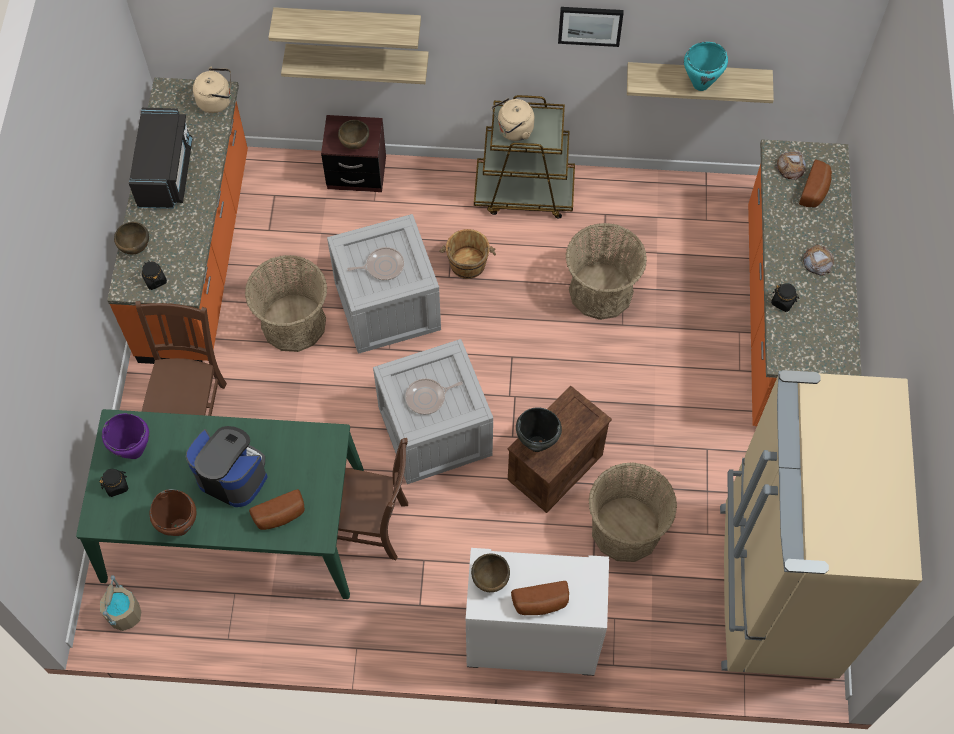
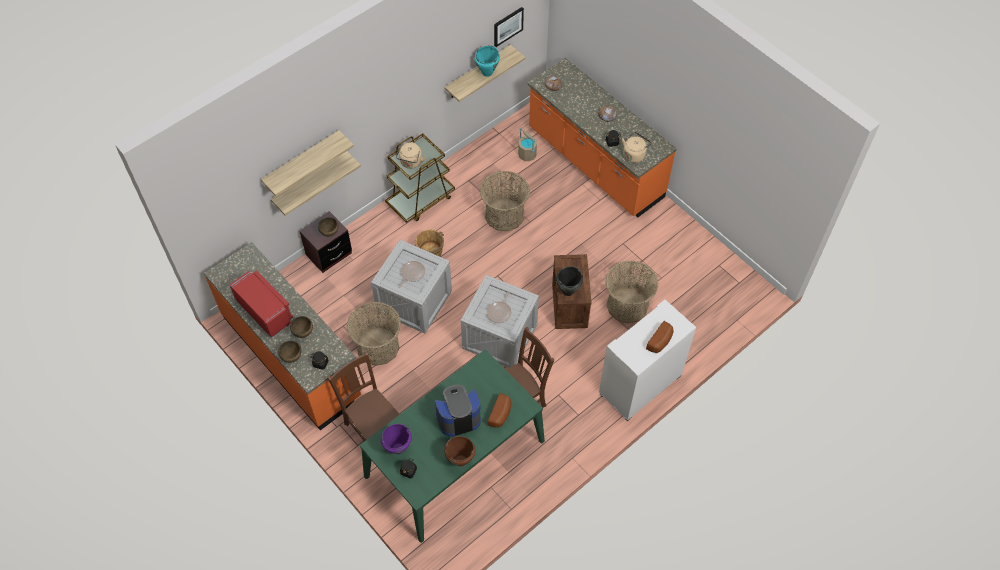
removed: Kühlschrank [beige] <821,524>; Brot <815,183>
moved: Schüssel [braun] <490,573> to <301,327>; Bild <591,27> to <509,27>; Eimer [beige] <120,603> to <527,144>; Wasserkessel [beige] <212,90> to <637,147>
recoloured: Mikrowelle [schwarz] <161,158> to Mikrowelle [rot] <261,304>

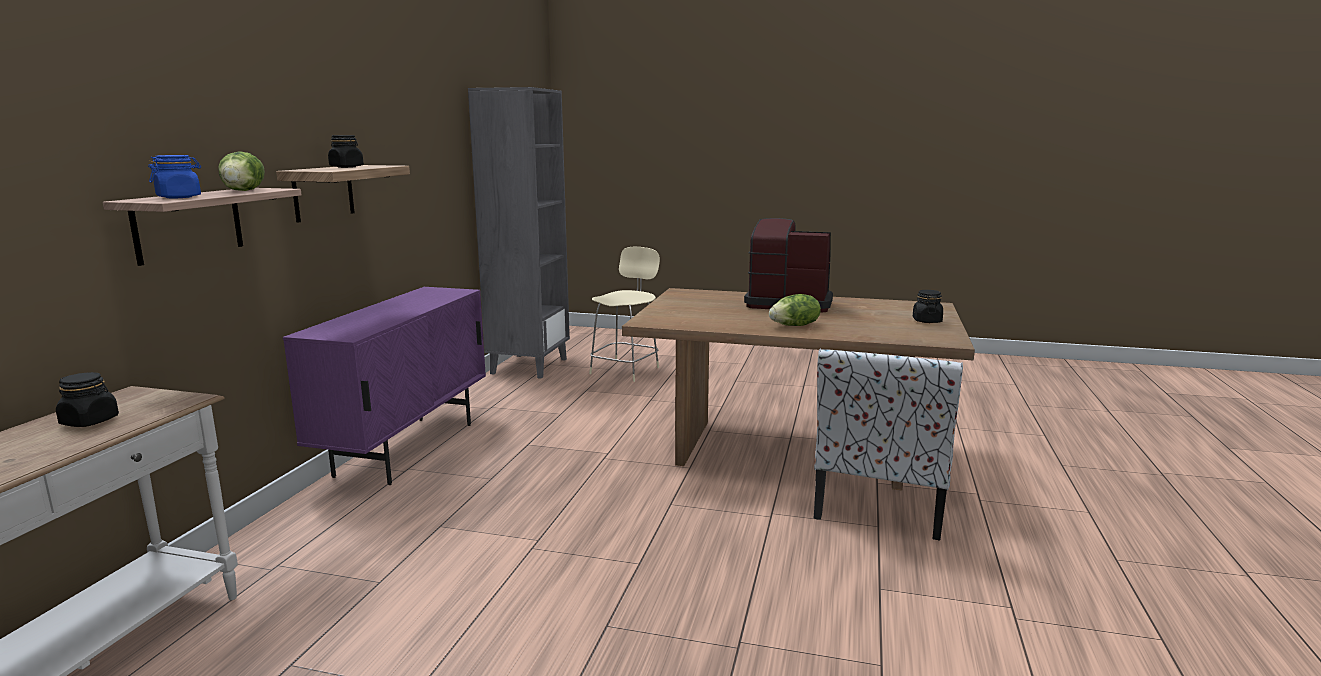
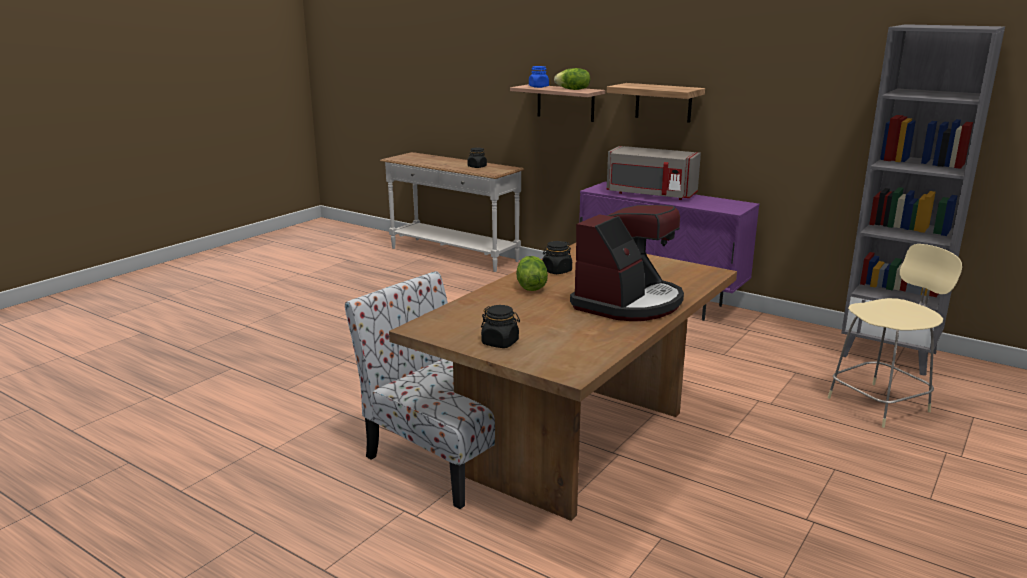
added: Mikrowelle [grau] <654,173>
moved: Vorratsglas [schwarz] <346,151> to <557,257>
turned: Stuhl [beige] <624,314> = <895,336> 75 degrees counterclockwise

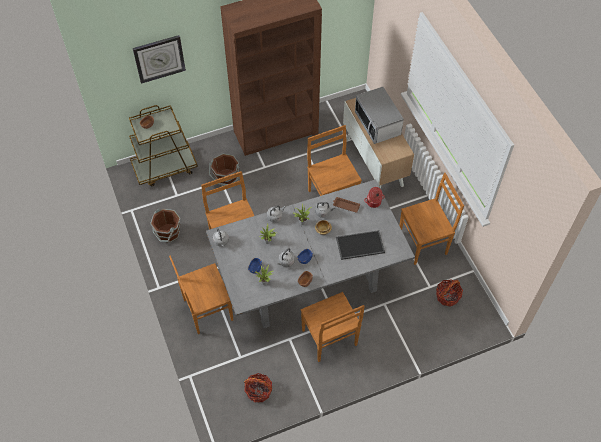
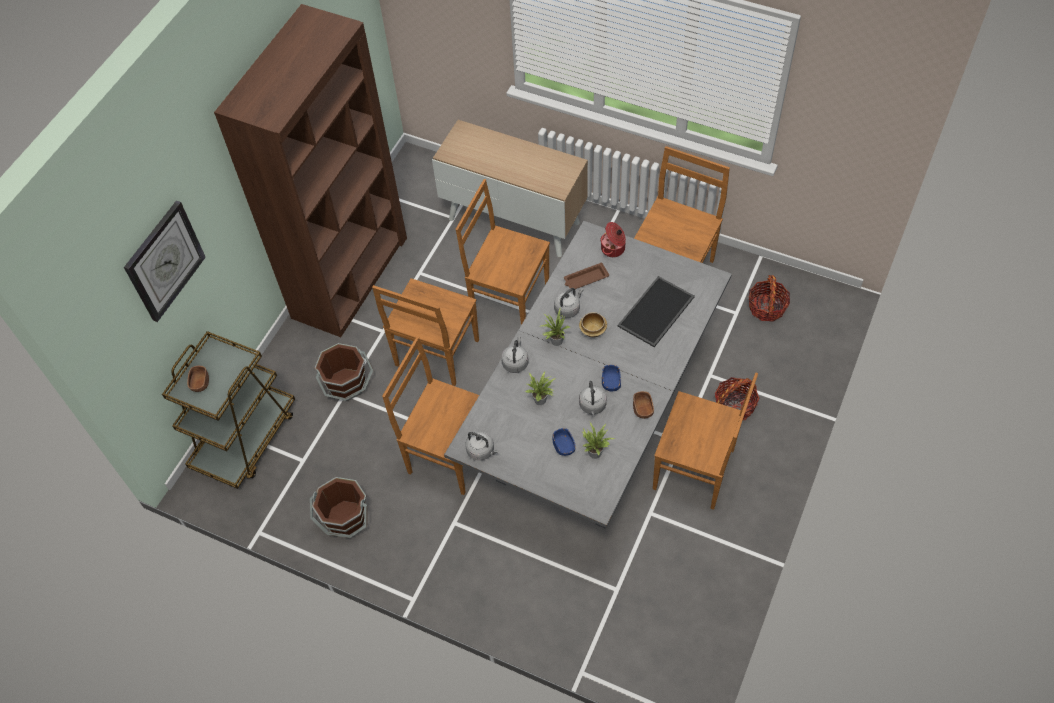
removed: Mikrowelle <379,115>
moved: Stuhl [braun] <201,295> to <425,332>; Korb <258,387> to <737,398>

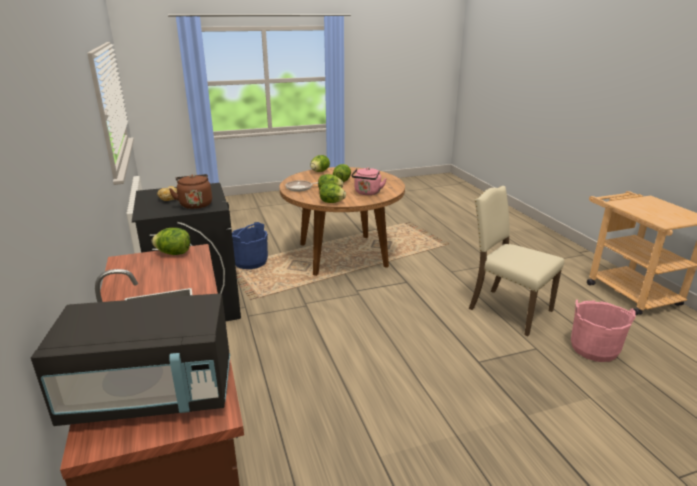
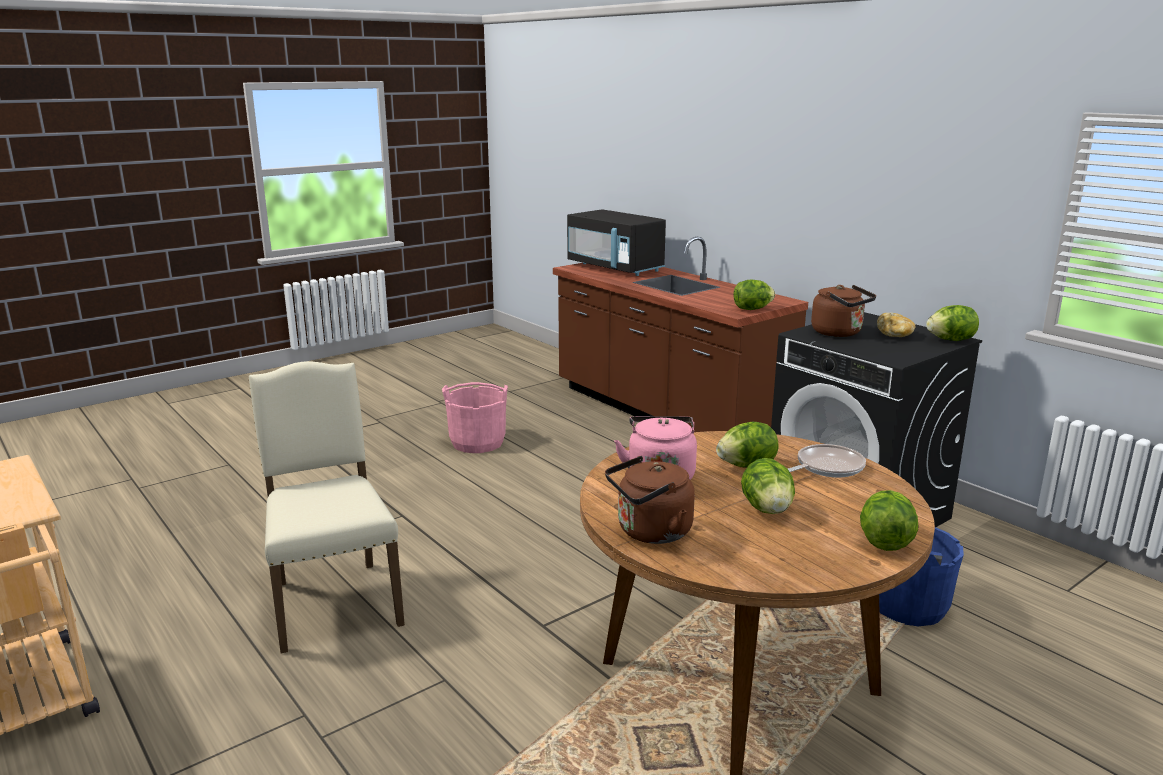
added: Wasserkessel [braun] <650,500>
moved: Eimer [rosa] <603,331> to <475,417>; Salatkopf <333,193> to <952,323>
turned: Stuhl [beige] <516,261> = <327,507> 135 degrees counterclockwise; Mikrowelle [schwarz] <130,359> = <616,242> 105 degrees counterclockwise

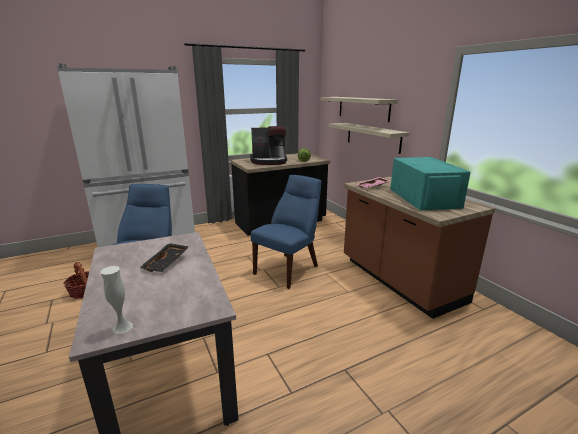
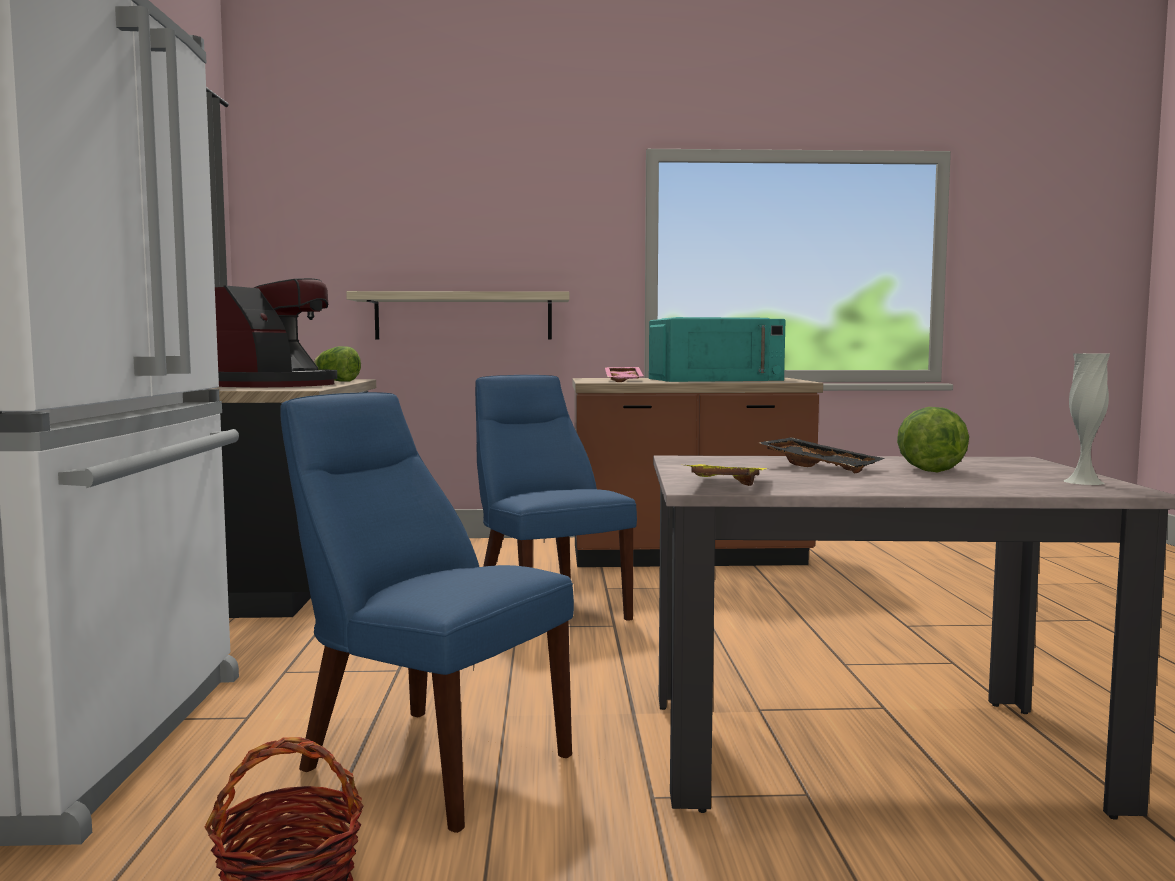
removed: Wandregal <359,109>
added: Tablett [gelb] <726,475>; Salatkopf <933,439>
turned: Mikrowelle [türkis] <430,183> = <717,349> 150 degrees clockwise

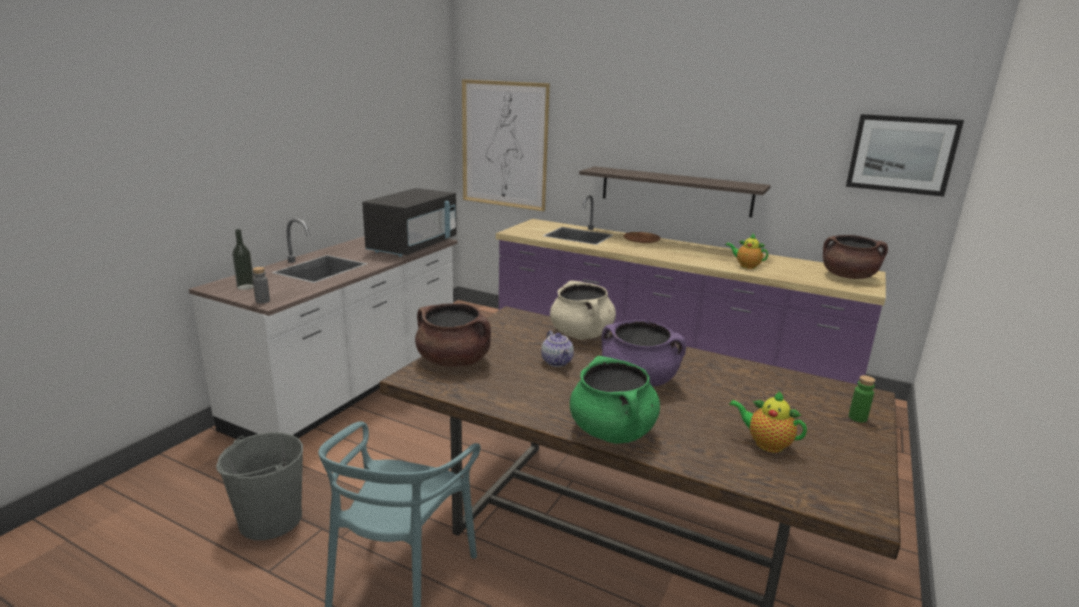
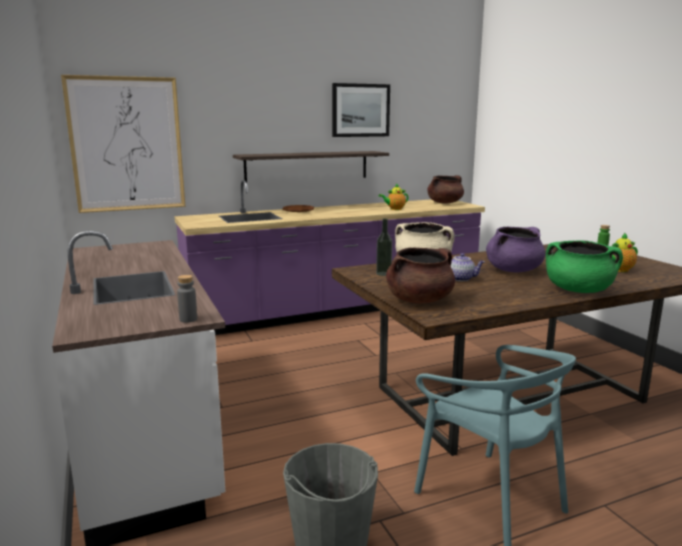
removed: Mikrowelle [schwarz] <409,222>
moved: Bild <905,155> to <361,110>; Flasche <243,259> to <384,247>

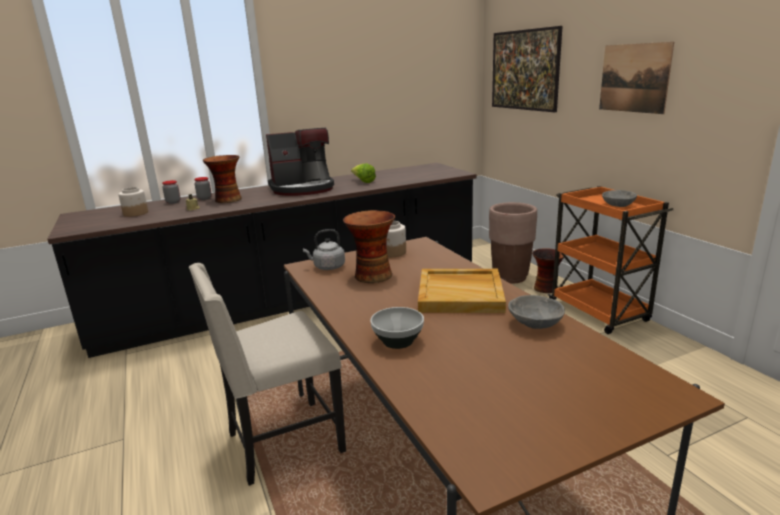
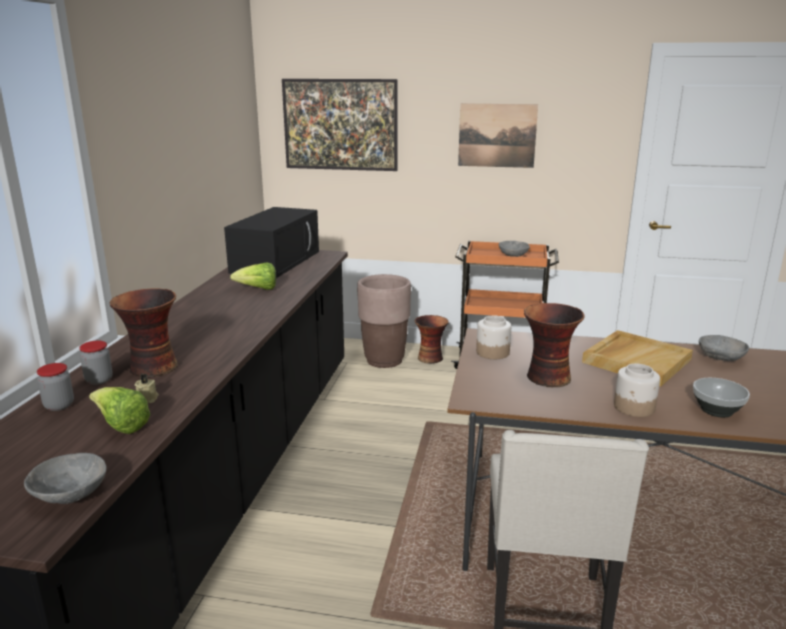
removed: Kaffeemaschine <300,162>; Wasserkessel [grau] <324,249>
added: Schüssel [grau] <65,478>; Salatkopf <119,410>; Mikrowelle [schwarz] <271,242>
moved: Vorratsglas <133,202> to <637,390>

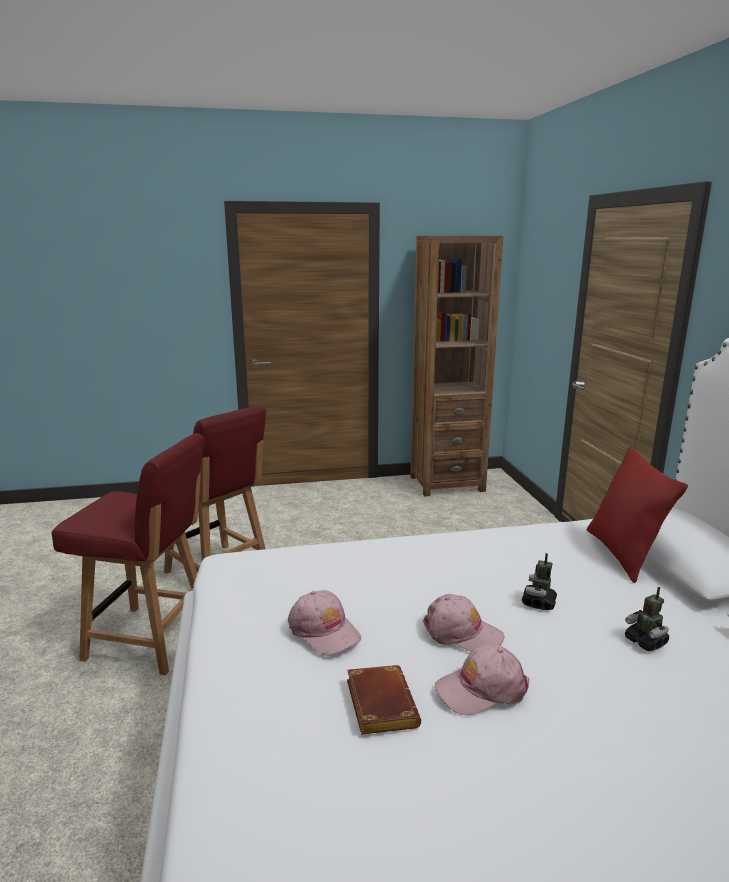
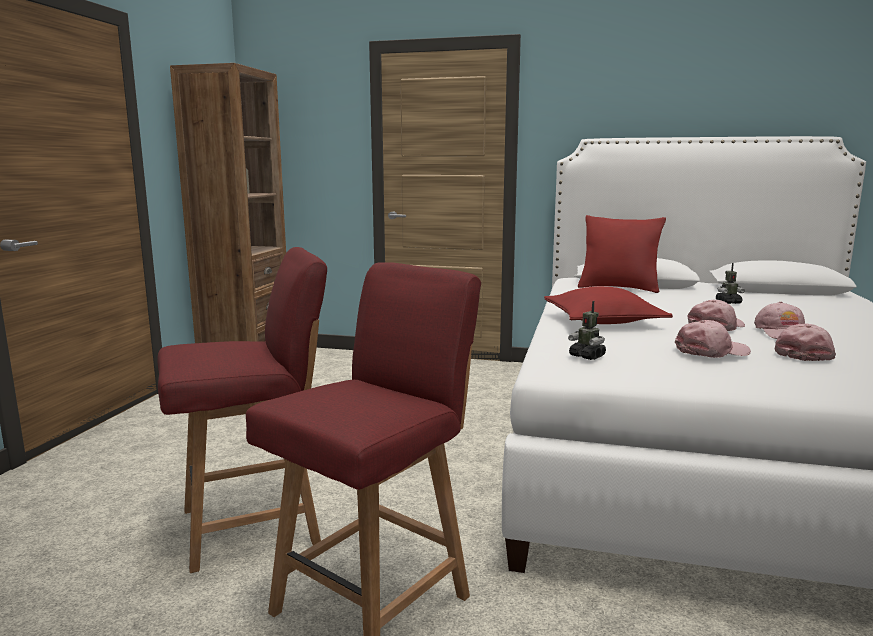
added: Kissen [rot] <608,305>
moved: Spielzeugroboter <539,581> to <587,330>
replaced: Buch [braun] <384,700> to Kappe [rosa] <805,342>

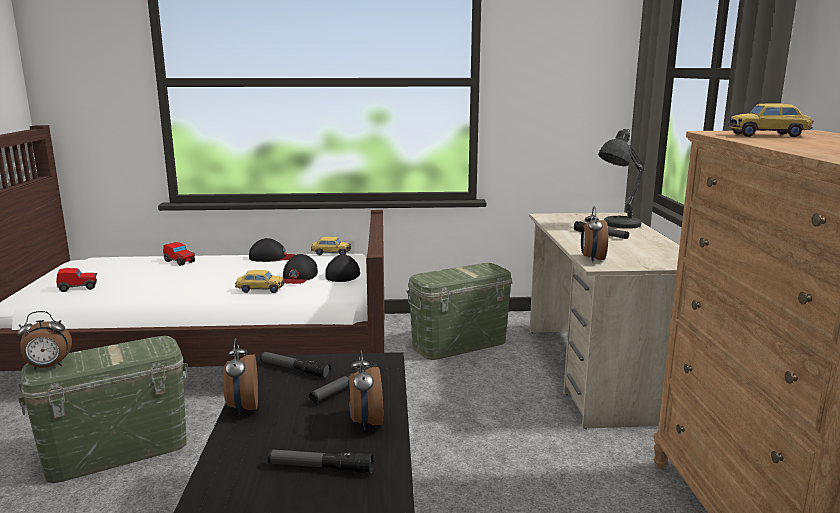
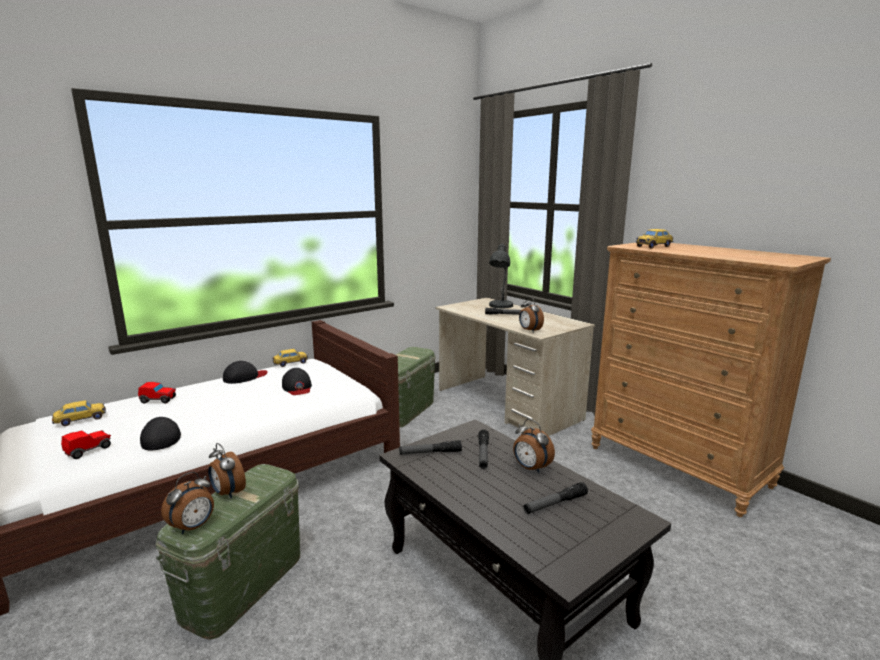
moved: Spielzeugauto <259,281> to <79,413>; Kappe [schwarz] <342,268> to <160,433>; Wecker <240,376> to <227,470>

